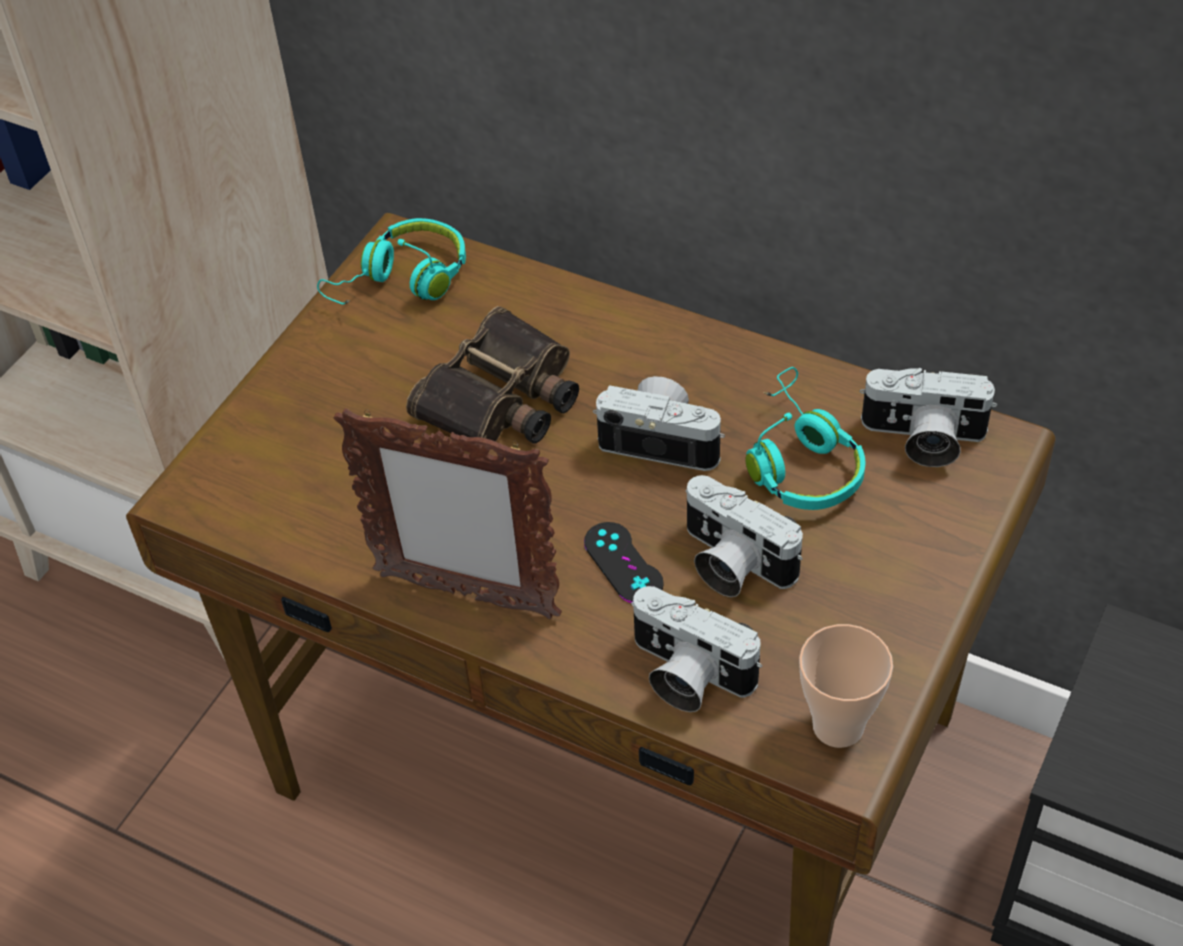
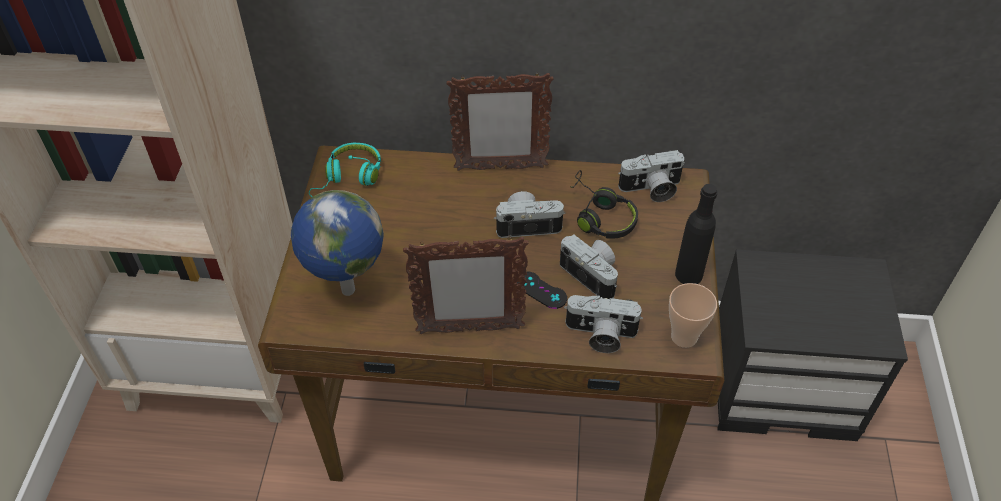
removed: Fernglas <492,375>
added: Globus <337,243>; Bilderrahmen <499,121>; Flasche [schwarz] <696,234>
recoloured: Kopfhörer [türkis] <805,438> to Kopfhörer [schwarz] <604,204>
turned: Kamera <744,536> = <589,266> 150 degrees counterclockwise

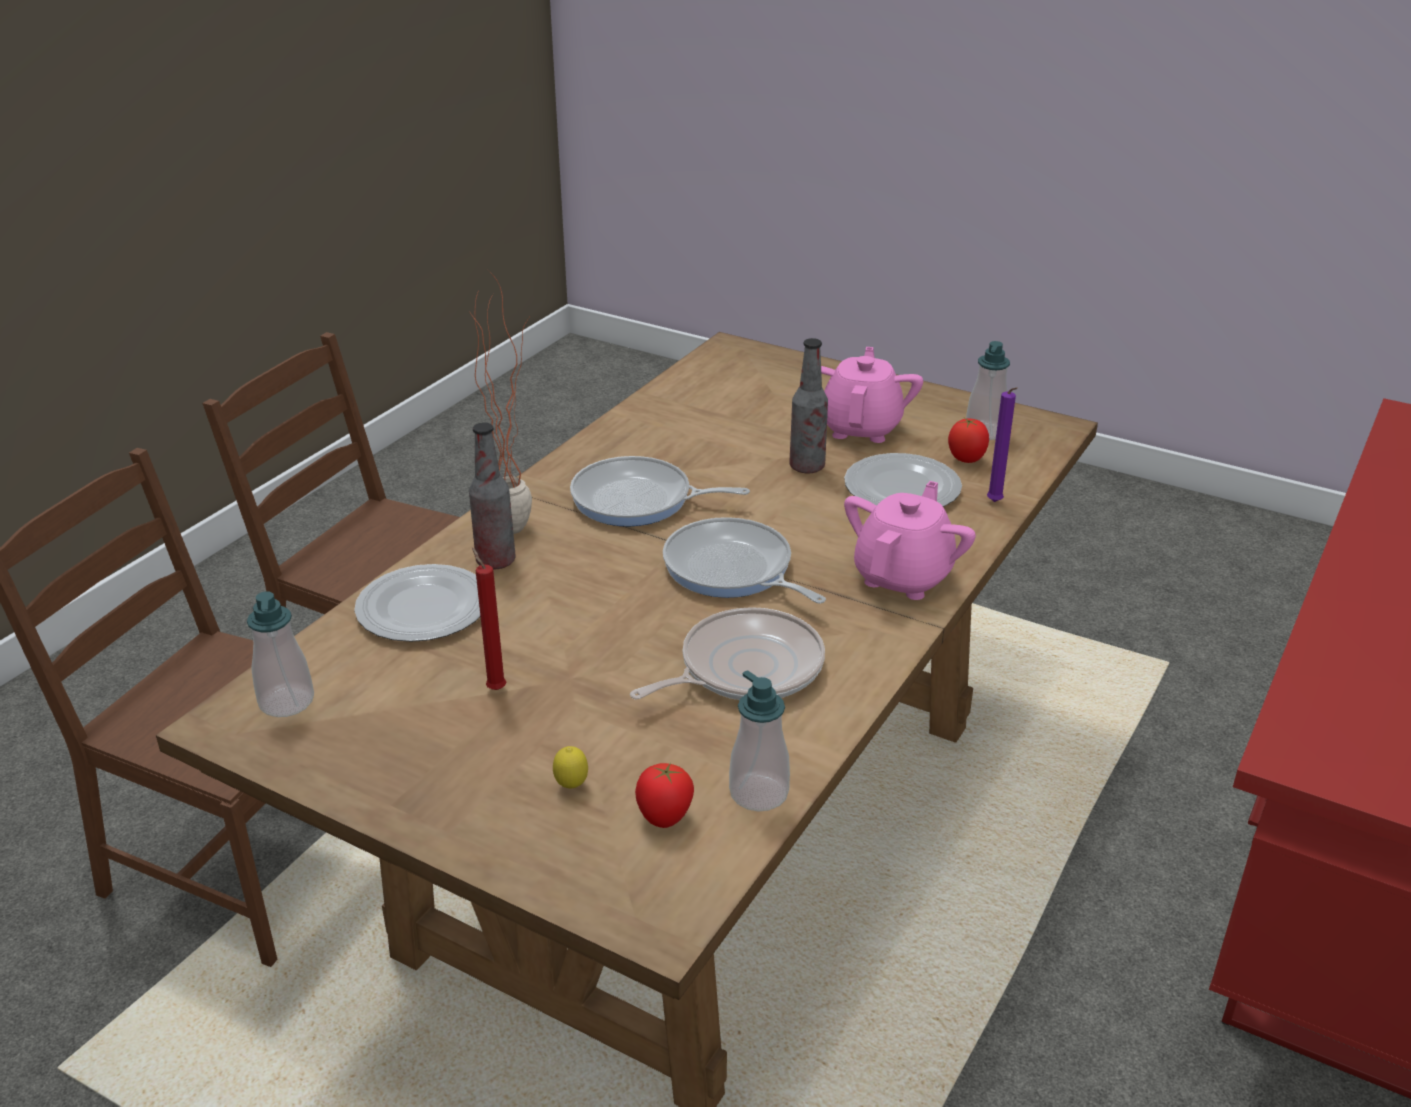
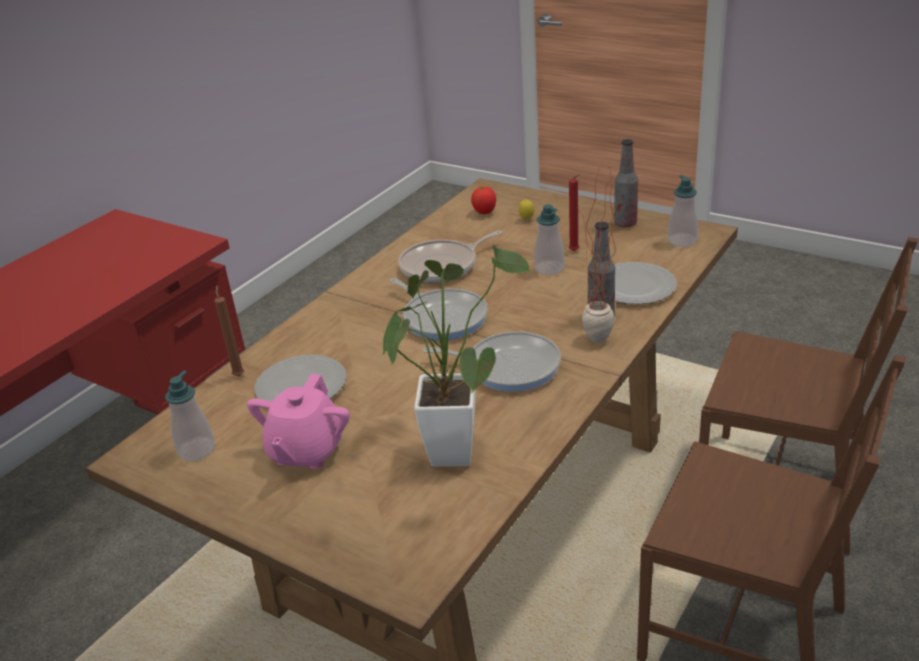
removed: Teekanne [rosa] <910,540>; Tomate <968,440>
added: Topfpflanze <456,356>
moved: Seifenspender <759,741> to <549,239>; Flasche <808,405> to <626,183>
recoloured: Kerze [lila] <1002,444> to Kerze [braun] <229,330>

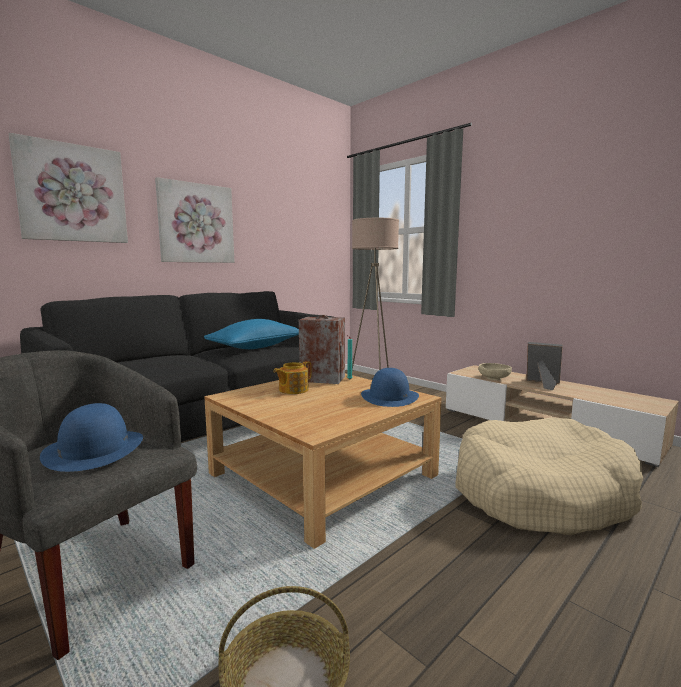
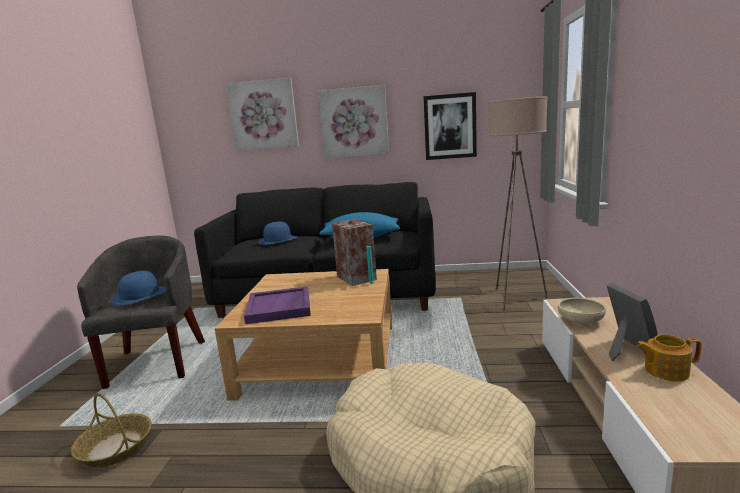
added: Tablett [lila] <277,305>; Bild <450,126>
moved: Hut [blau] <390,387> to <277,233>; Teekanne <293,377> to <668,358>

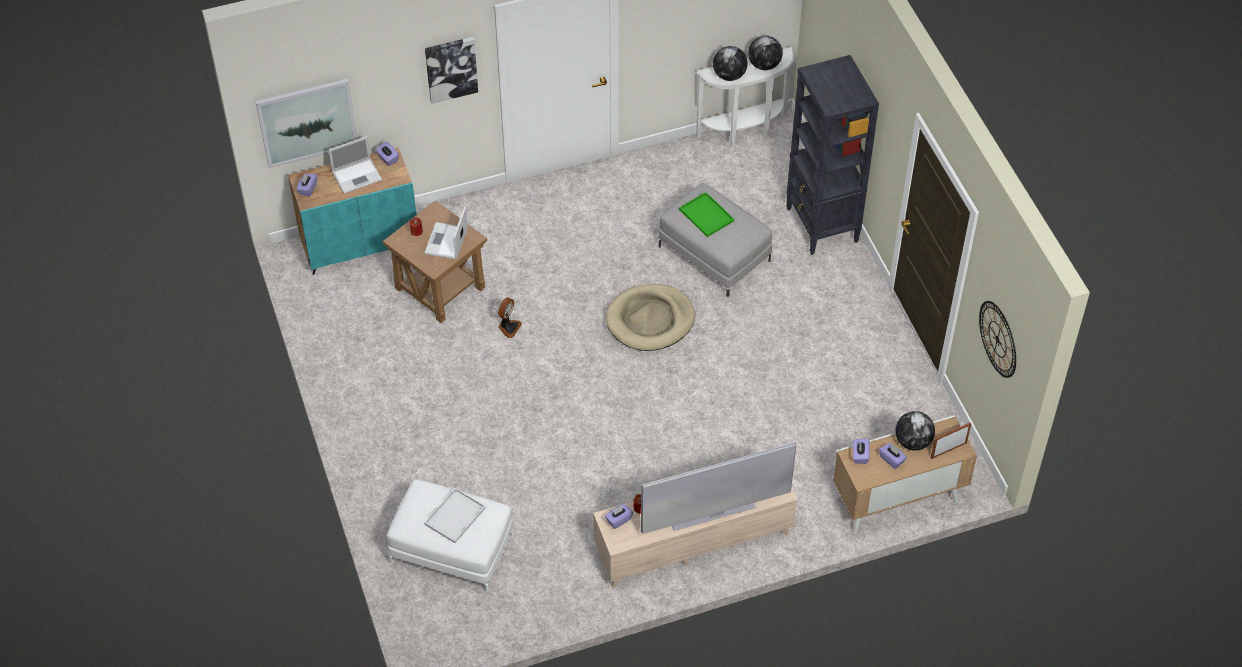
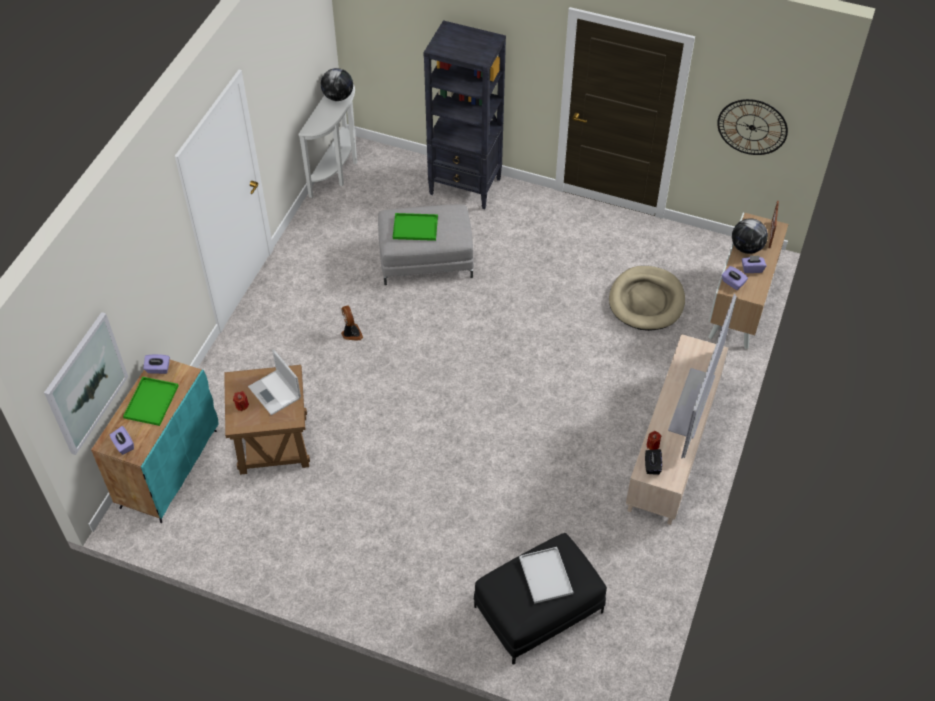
removed: Bild <451,70>; Globus <730,63>
moved: Ventilator <510,317> to <352,323>; Hundebett [beige] <650,317> to <647,298>
replaced: Laptop <355,165> to Tablett [grün] <150,401>
recoloured: Polsterhocker [weiß] <450,535> to Polsterhocker [schwarz] <540,599>; Taschentuchbox [lila] <619,516> to Taschentuchbox [schwarz] <653,462>

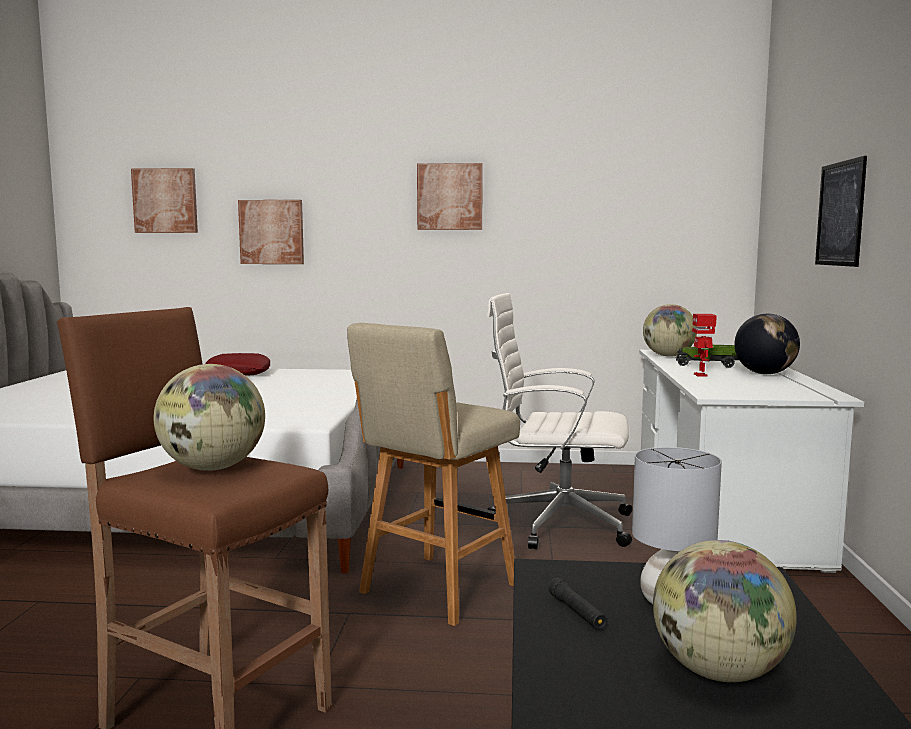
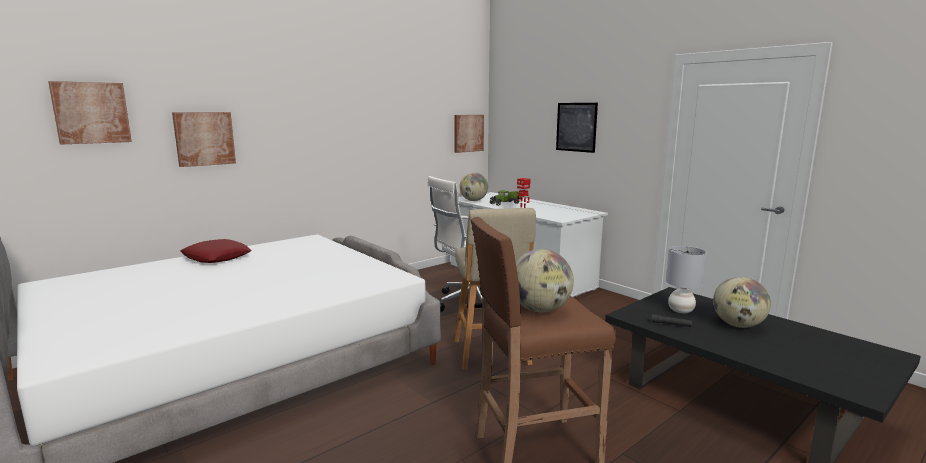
removed: Globus <767,344>
moved: Bild <450,196> to <469,134>

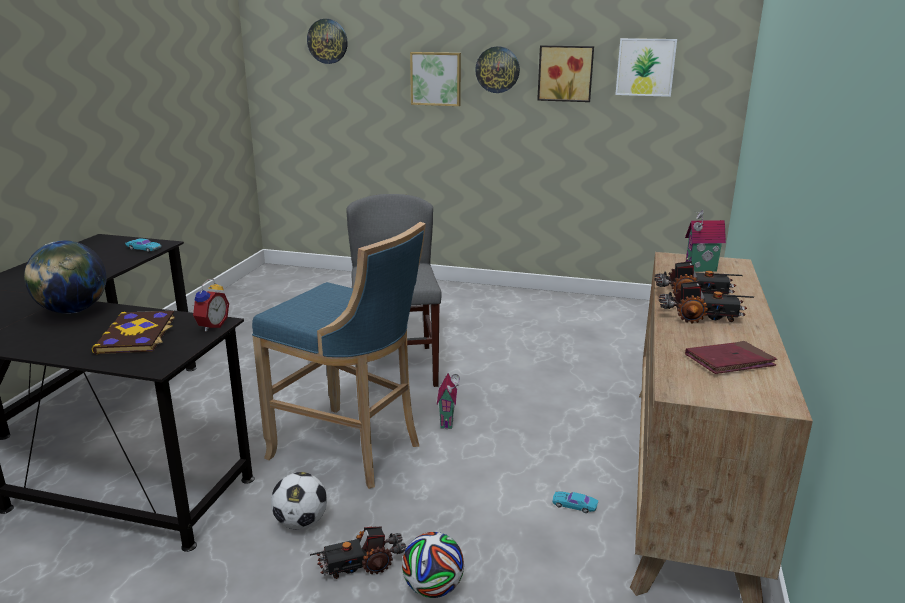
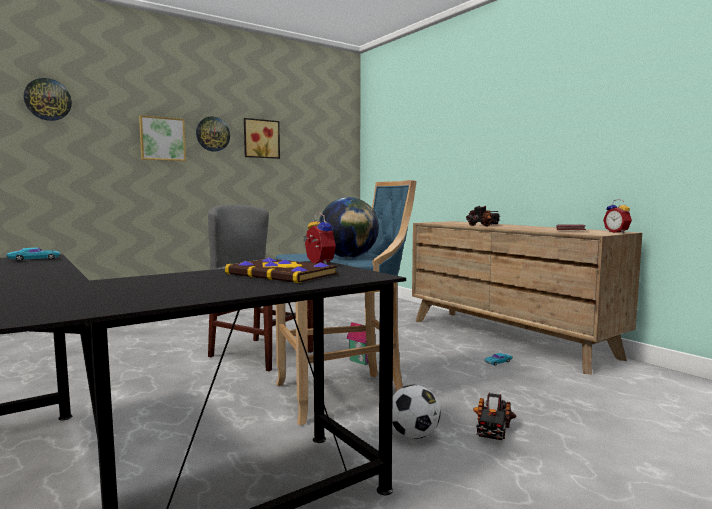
removed: Fußball <433,565>; Bild <646,67>; Spielzeuglaster <706,302>; Spielzeughaus <705,241>
added: Wecker <617,216>
moved: Globus <65,277> to <349,227>

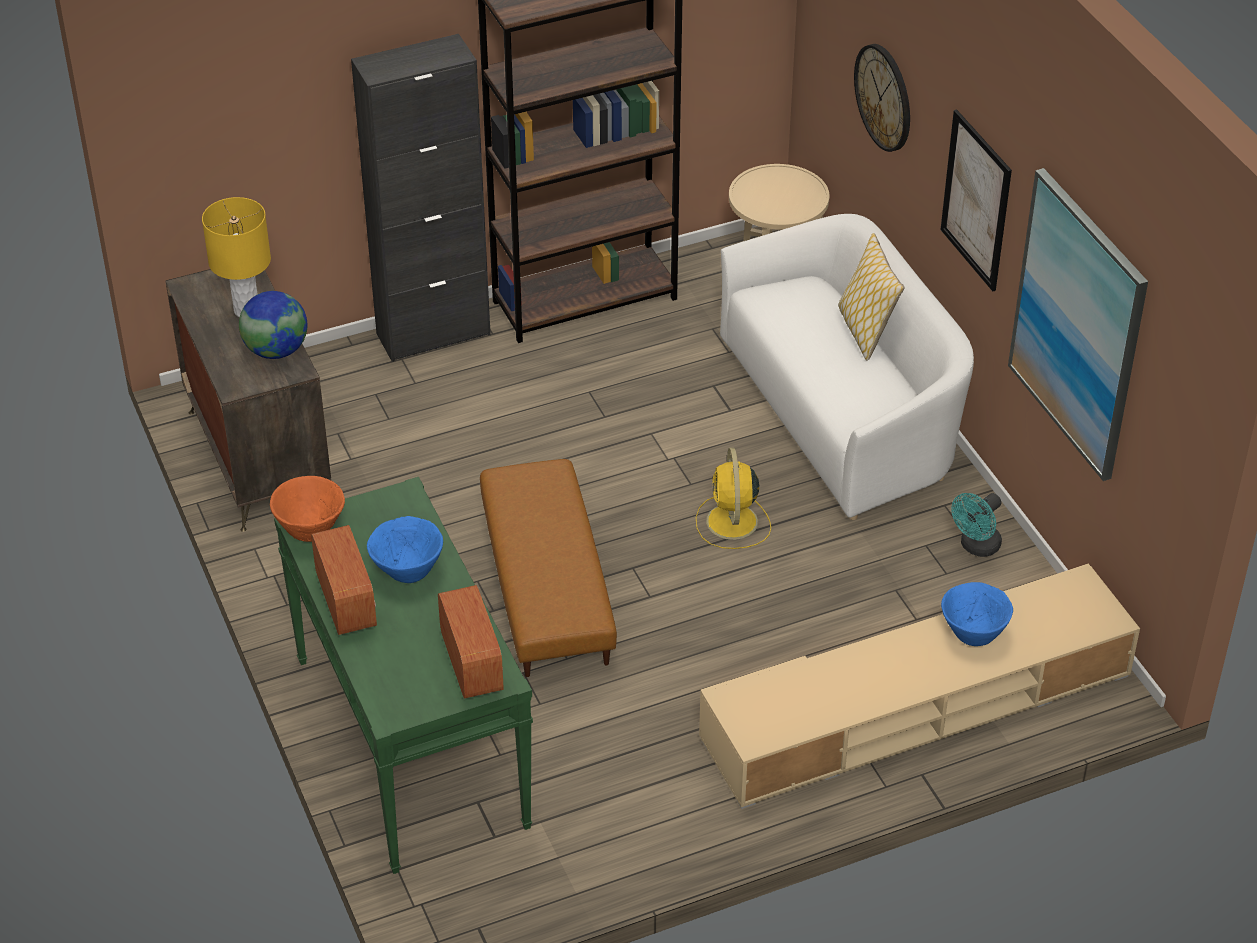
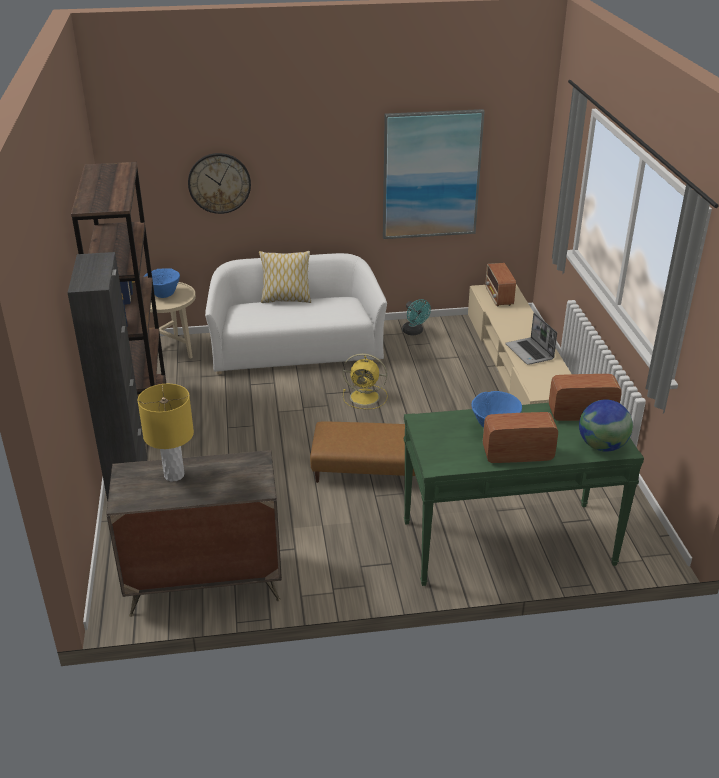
removed: Schüssel [orange] <307,509>; Bild <976,201>
added: Radio <500,284>; Laptop <531,339>
moved: Schüssel [blau] <977,614> to <162,283>; Globus <273,325> to <606,425>

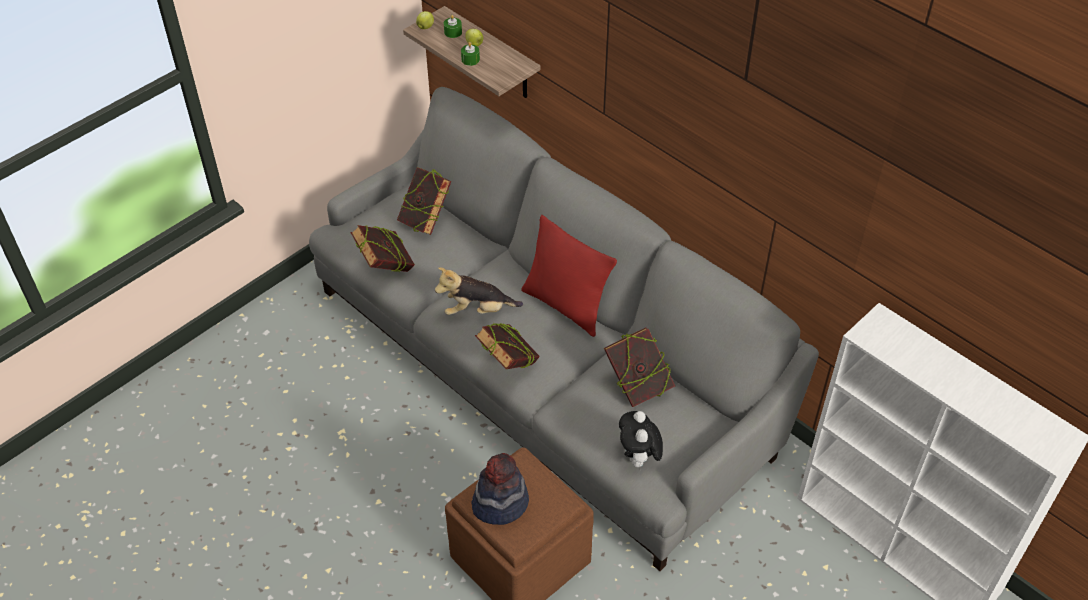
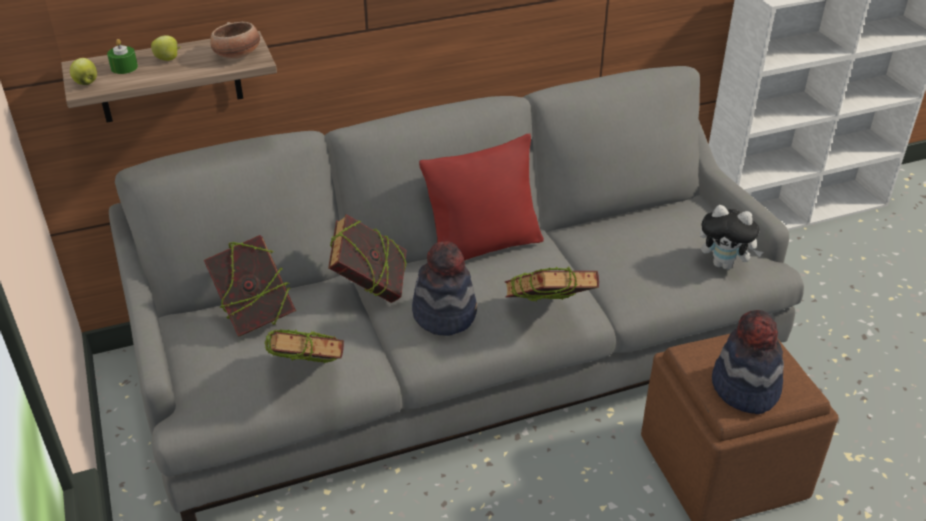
removed: Kerze [grün] <470,54>
added: Schüssel <235,40>
moved: Buch <639,367> to <367,258>
replaced: Plüschtier <479,291> to Hut <444,288>

